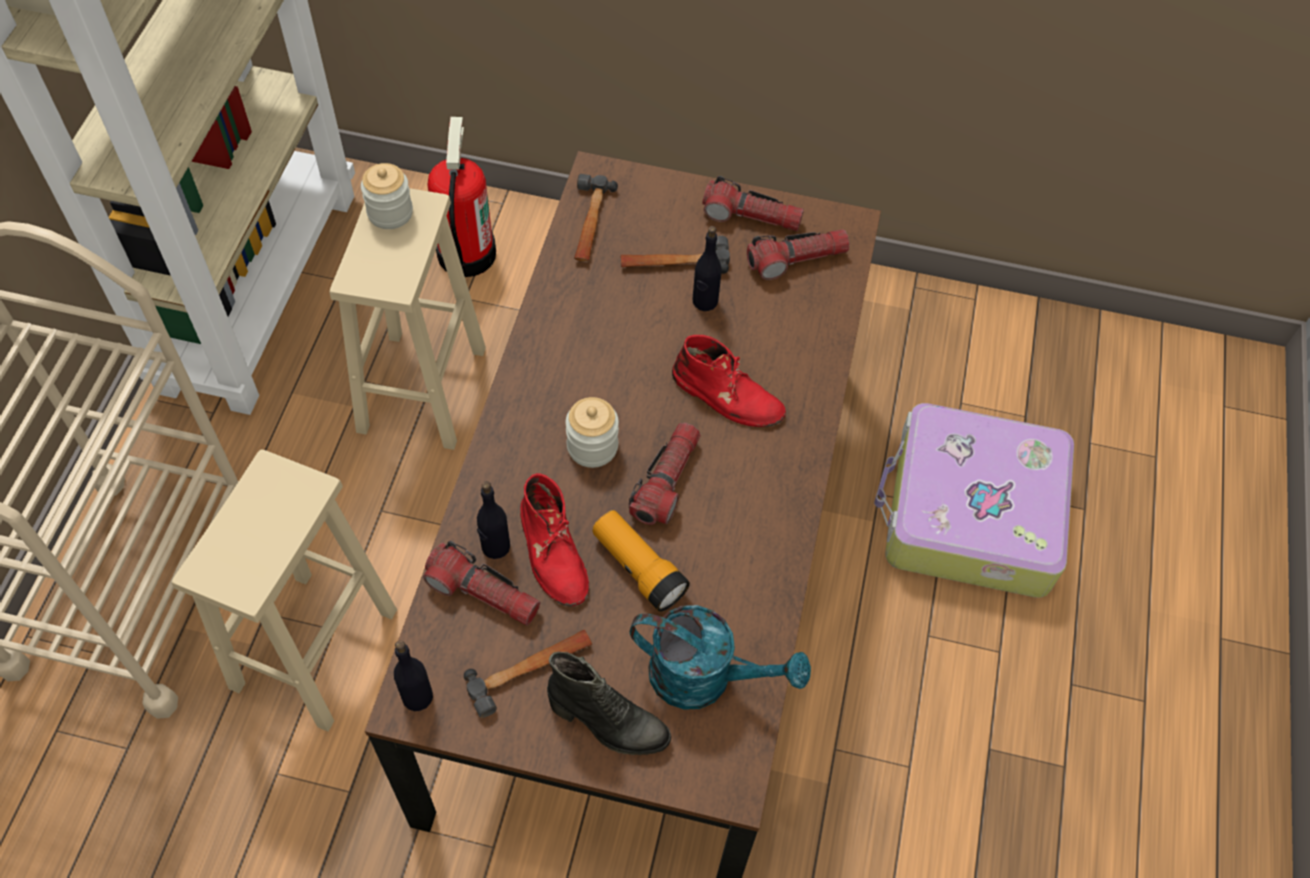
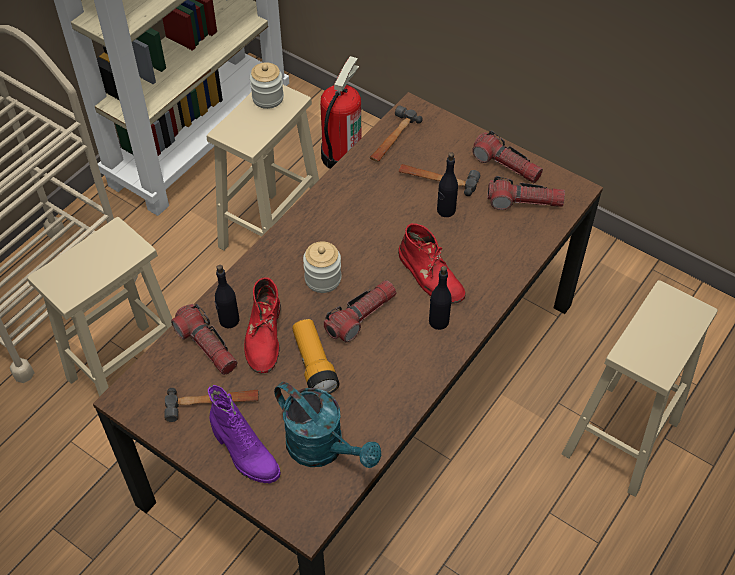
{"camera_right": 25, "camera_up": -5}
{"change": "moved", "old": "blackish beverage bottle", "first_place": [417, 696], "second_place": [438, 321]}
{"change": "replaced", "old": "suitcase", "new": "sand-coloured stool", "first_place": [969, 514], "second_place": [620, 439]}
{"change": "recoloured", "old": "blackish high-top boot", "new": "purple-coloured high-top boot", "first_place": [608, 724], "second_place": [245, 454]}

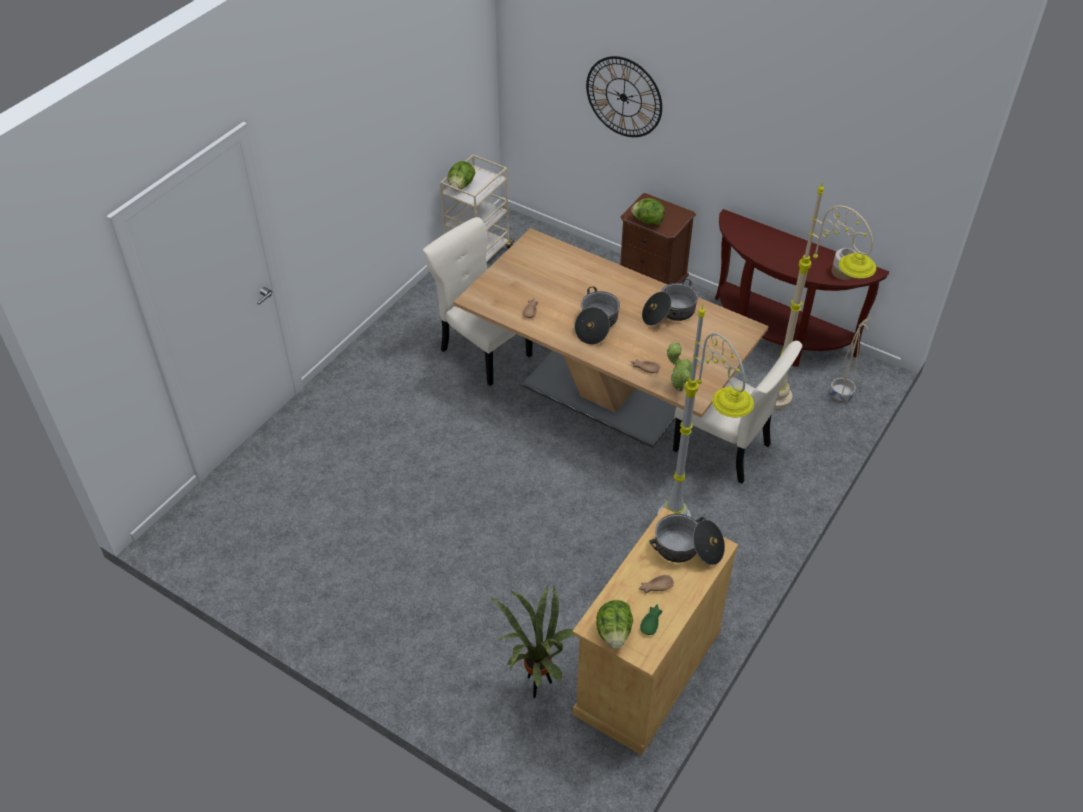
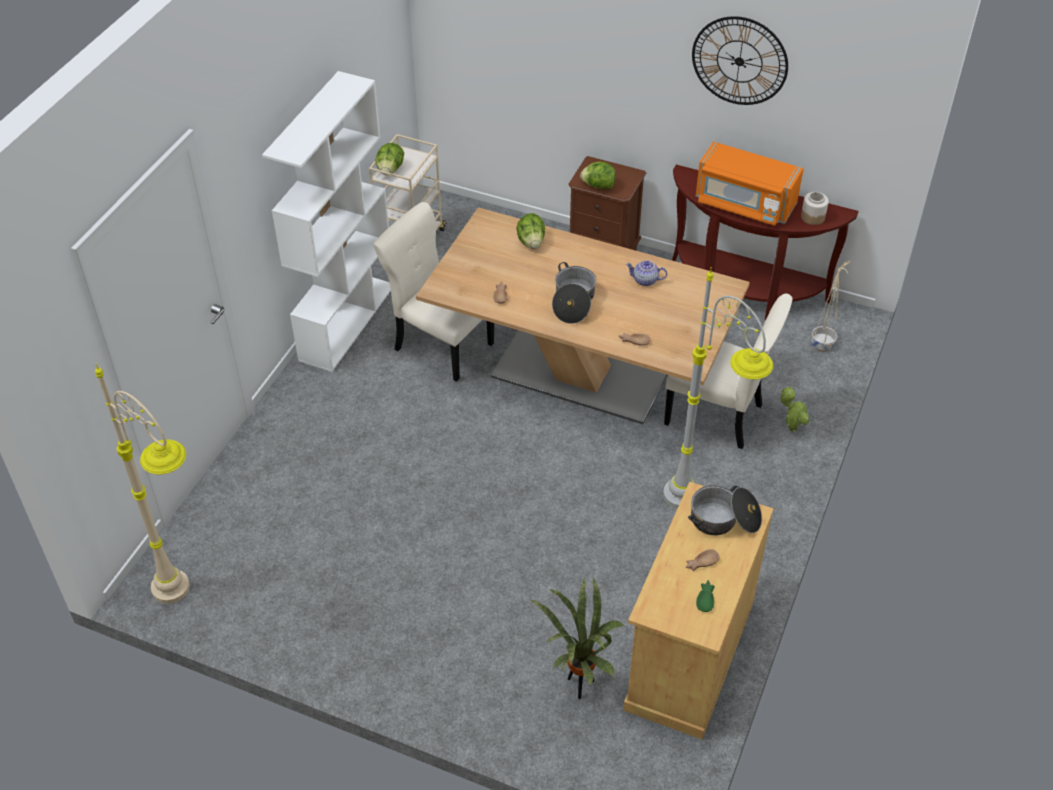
{"camera_right": -10, "camera_up": 0}
{"change": "added", "new": "whitish bookshelf", "second_place": [347, 321]}
{"change": "added", "new": "orangey kitchen microwave", "second_place": [744, 204]}
{"change": "moved", "old": "clock on the wall", "first_place": [624, 97], "second_place": [739, 61]}
{"change": "moved", "old": "lettuce head", "first_place": [614, 633], "second_place": [531, 242]}
{"change": "moved", "old": "houseplant", "first_place": [678, 387], "second_place": [791, 428]}
{"change": "moved", "old": "sand-coloured floor lamp", "first_place": [796, 412], "second_place": [192, 605]}
{"change": "replaced", "old": "cooking pot", "new": "teapot", "first_place": [669, 313], "second_place": [645, 280]}

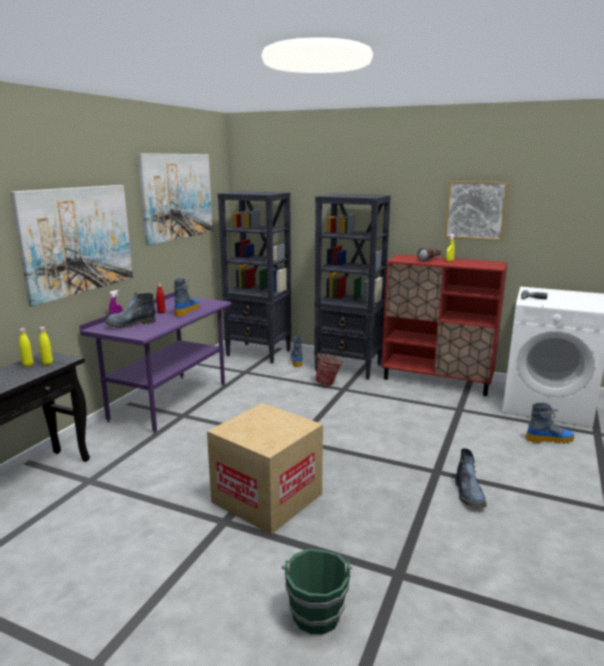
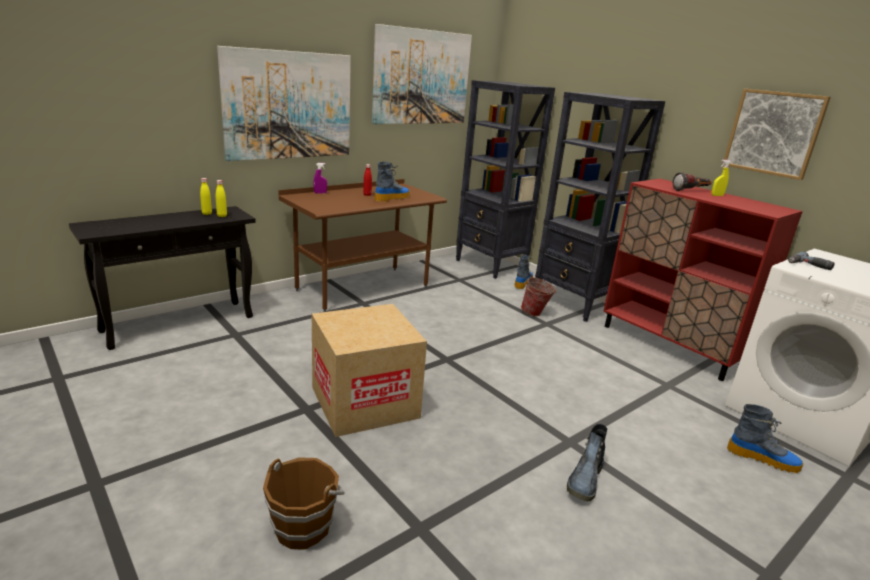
{"camera_right": 25, "camera_up": 5}
{"change": "removed", "old": "high-top boot", "first_place": [130, 324]}
{"change": "recoloured", "old": "purple-coloured desk", "new": "brown desk", "first_place": [169, 402], "second_place": [362, 288]}
{"change": "recoloured", "old": "green water bucket", "new": "brown water bucket", "first_place": [316, 613], "second_place": [303, 526]}

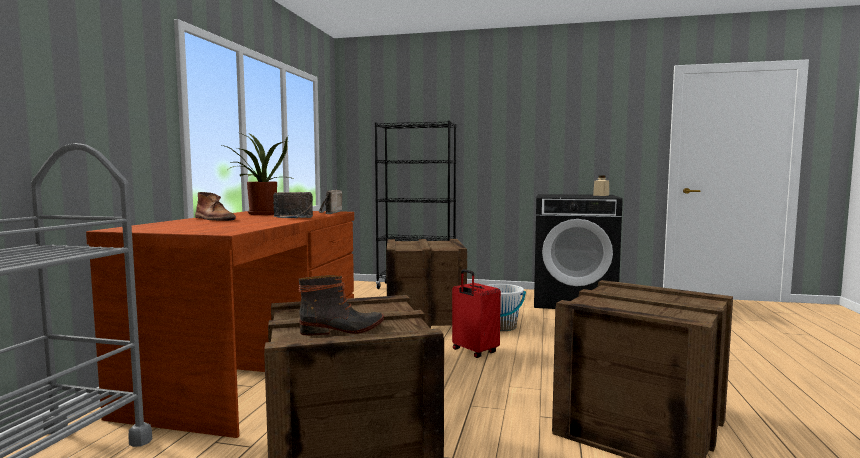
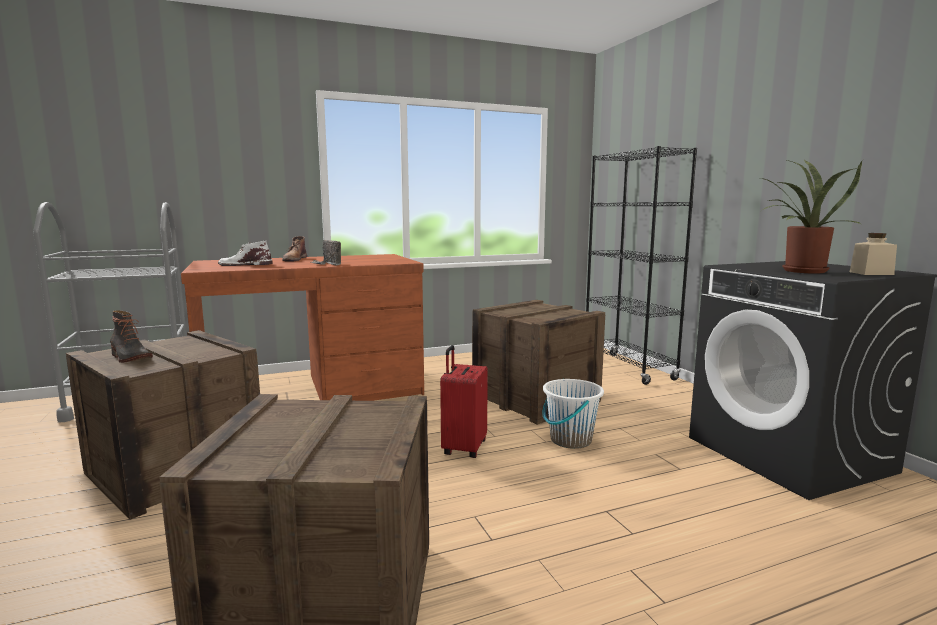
{"camera_right": 55, "camera_up": 5}
{"change": "removed", "old": "radio", "first_place": [328, 213]}
{"change": "added", "new": "whitish high-top boot", "second_place": [245, 265]}
{"change": "moved", "old": "houseplant", "first_place": [260, 214], "second_place": [800, 271]}

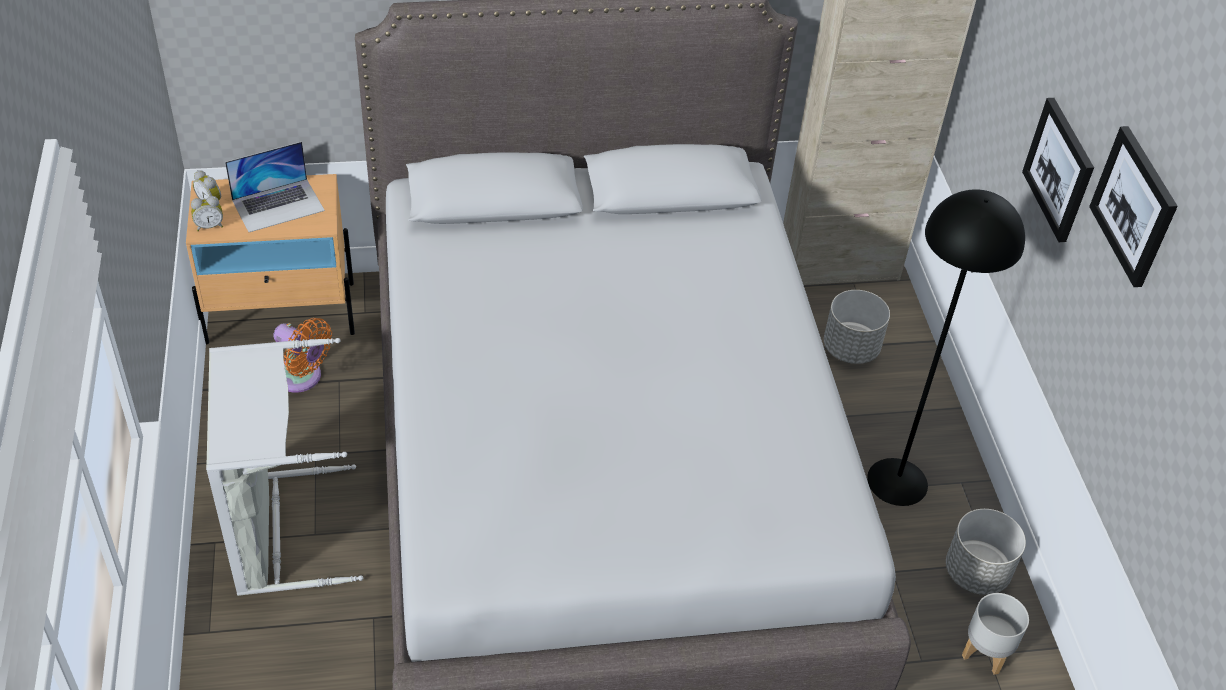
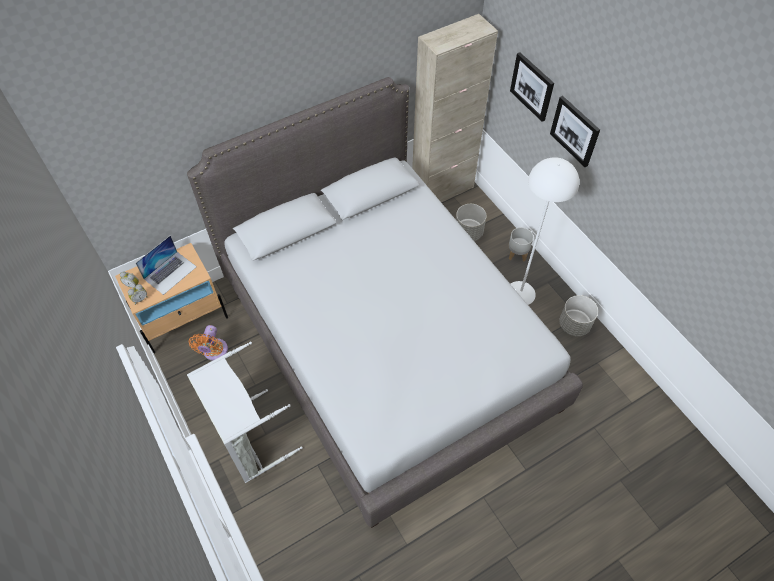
{"camera_right": -20, "camera_up": 10}
{"change": "moved", "old": "greyish planter", "first_place": [985, 653], "second_place": [517, 254]}
{"change": "moved", "old": "picture", "first_place": [1135, 206], "second_place": [532, 86]}
{"change": "recoloured", "old": "blackish floor lamp", "new": "whitish floor lamp", "first_place": [898, 481], "second_place": [520, 293]}
{"change": "turned", "old": "orangey fan", "first_place": [302, 378], "second_place": [214, 352], "degrees": 90}

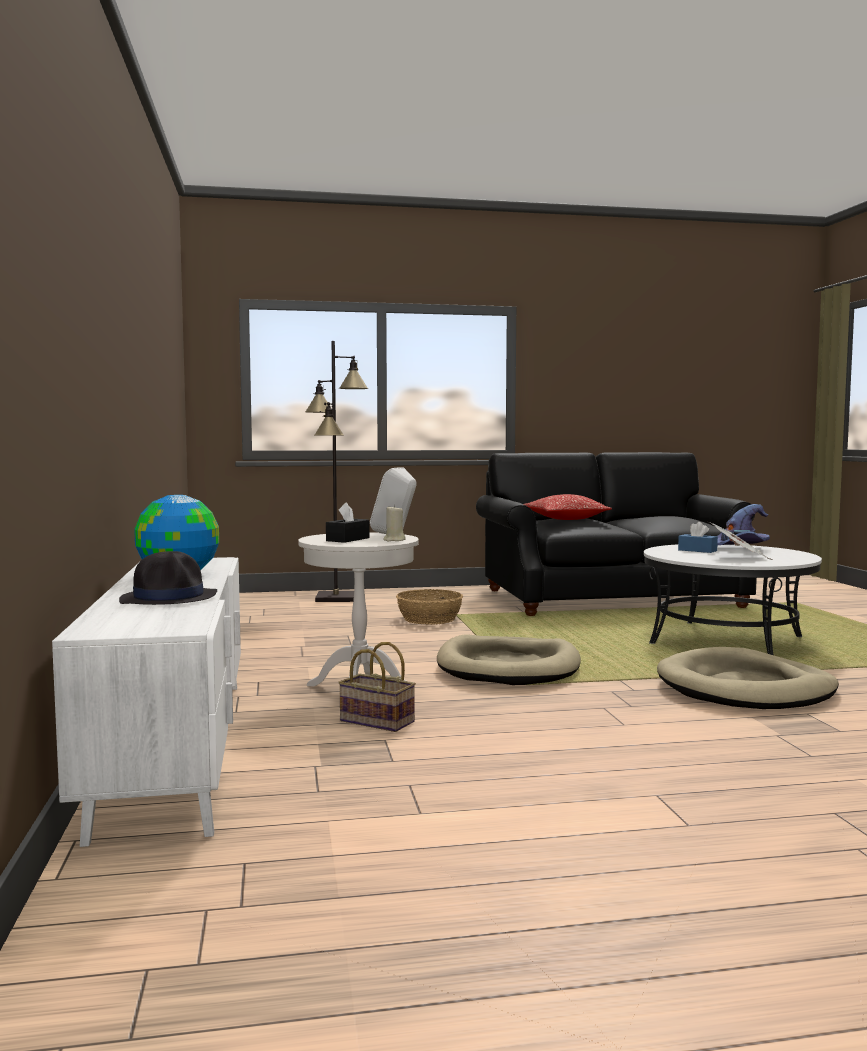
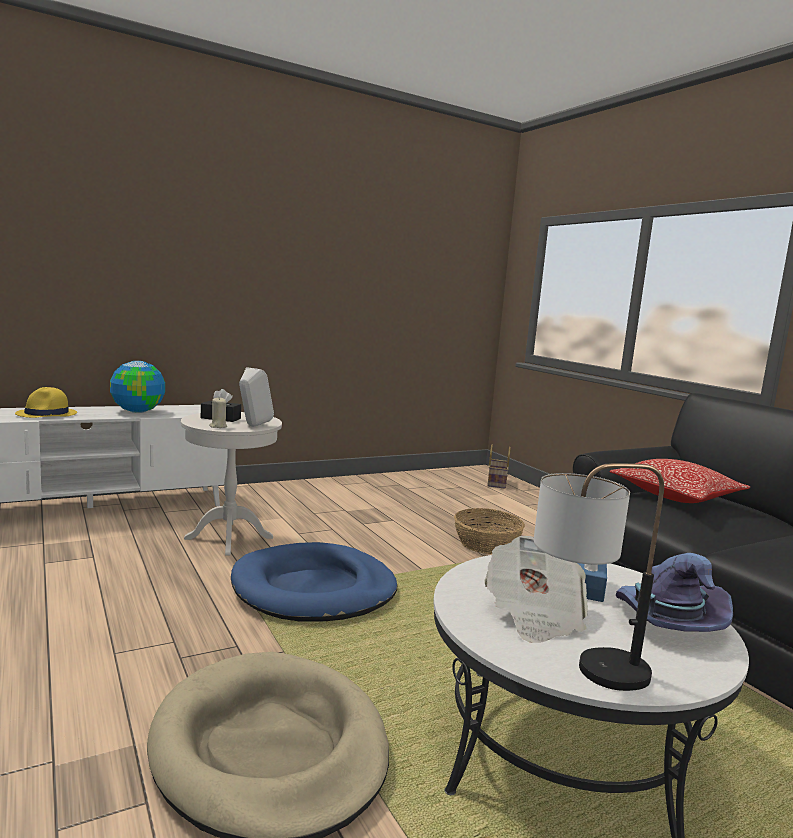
{"camera_right": 70, "camera_up": 5}
{"change": "removed", "old": "blackish floor lamp", "first_place": [336, 598]}
{"change": "added", "new": "table lamp", "second_place": [582, 673]}
{"change": "moved", "old": "storage basket", "first_place": [374, 721], "second_place": [496, 482]}
{"change": "recoloured", "old": "blackish wearable hat", "new": "yellow wearable hat", "first_place": [169, 598], "second_place": [47, 414]}
{"change": "recoloured", "old": "sand-coloured dog bed", "new": "bluish dog bed", "first_place": [508, 667], "second_place": [314, 589]}

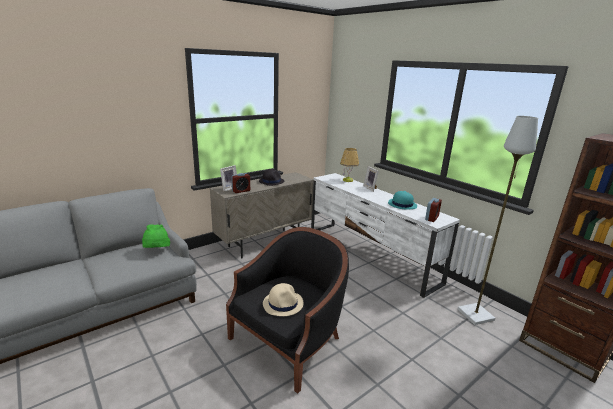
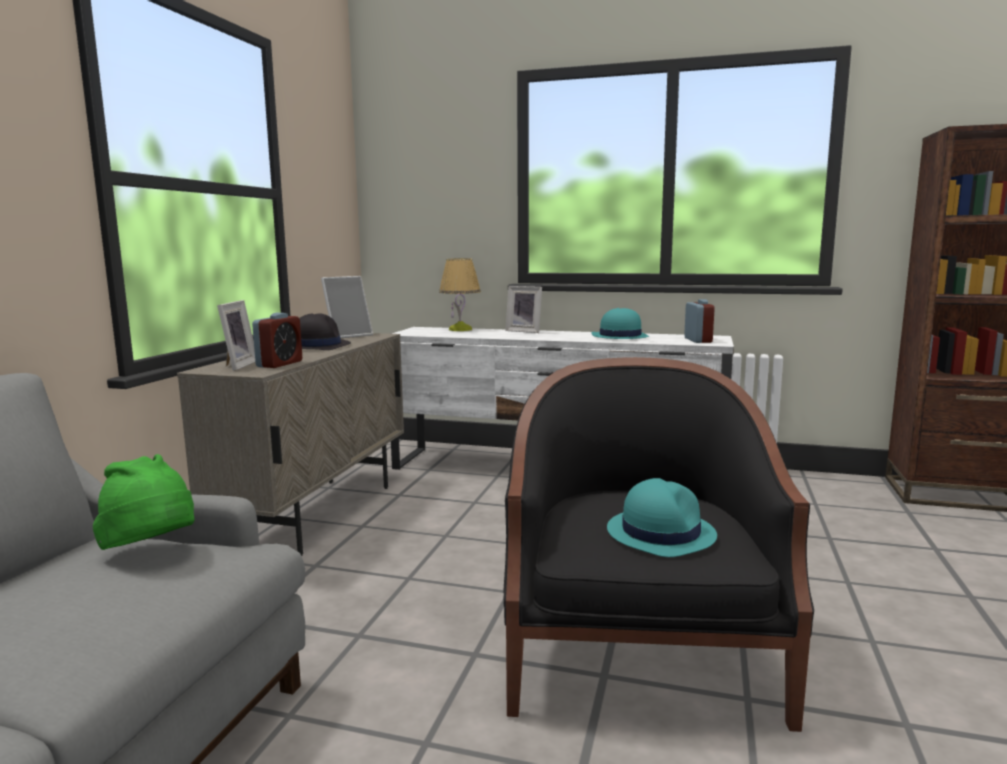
{"camera_right": -35, "camera_up": -10}
{"change": "removed", "old": "greyish floor lamp", "first_place": [476, 315]}
{"change": "added", "new": "standing frame", "second_place": [348, 335]}
{"change": "recoloured", "old": "sand-coloured wearable hat", "new": "turquoise wearable hat", "first_place": [283, 303], "second_place": [660, 532]}

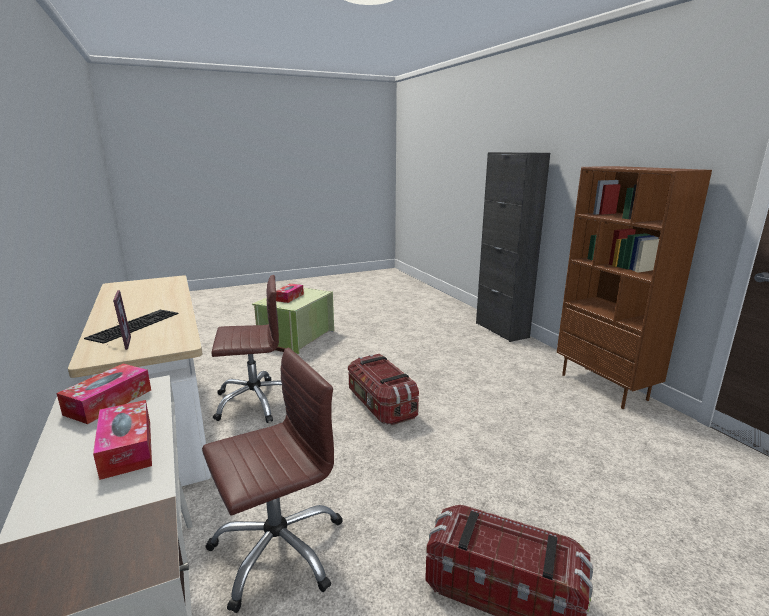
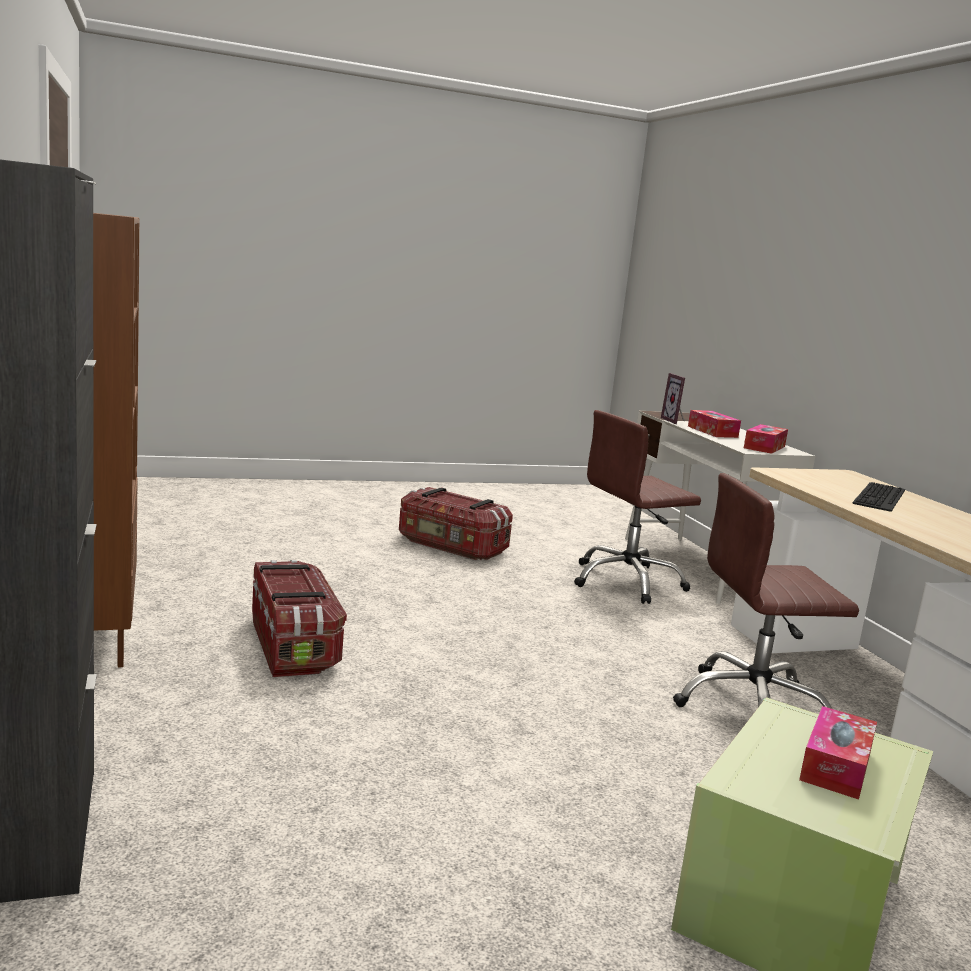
{"camera_right": -175, "camera_up": -5}
{"change": "moved", "old": "standing frame", "first_place": [118, 344], "second_place": [675, 421]}
{"change": "moved", "old": "storage container", "first_place": [381, 405], "second_place": [293, 646]}

